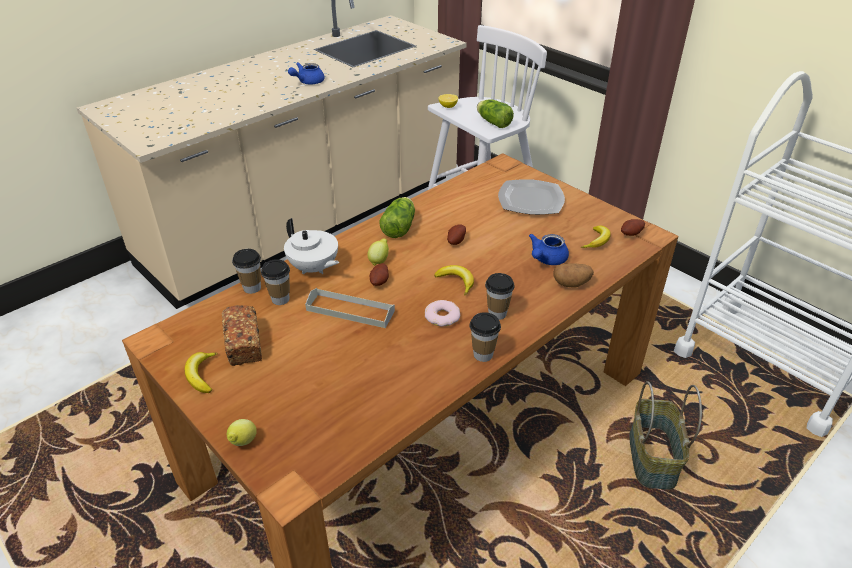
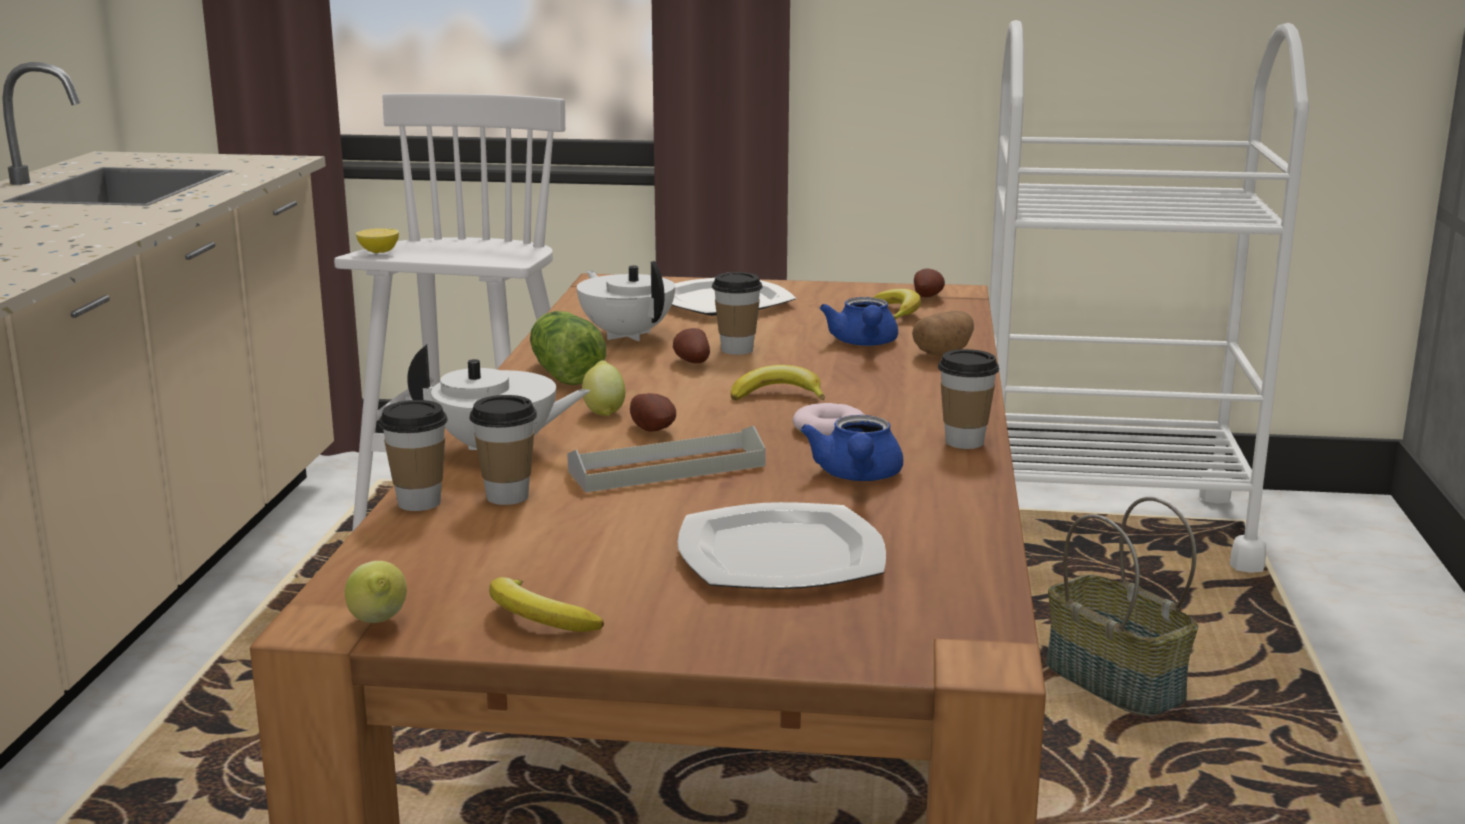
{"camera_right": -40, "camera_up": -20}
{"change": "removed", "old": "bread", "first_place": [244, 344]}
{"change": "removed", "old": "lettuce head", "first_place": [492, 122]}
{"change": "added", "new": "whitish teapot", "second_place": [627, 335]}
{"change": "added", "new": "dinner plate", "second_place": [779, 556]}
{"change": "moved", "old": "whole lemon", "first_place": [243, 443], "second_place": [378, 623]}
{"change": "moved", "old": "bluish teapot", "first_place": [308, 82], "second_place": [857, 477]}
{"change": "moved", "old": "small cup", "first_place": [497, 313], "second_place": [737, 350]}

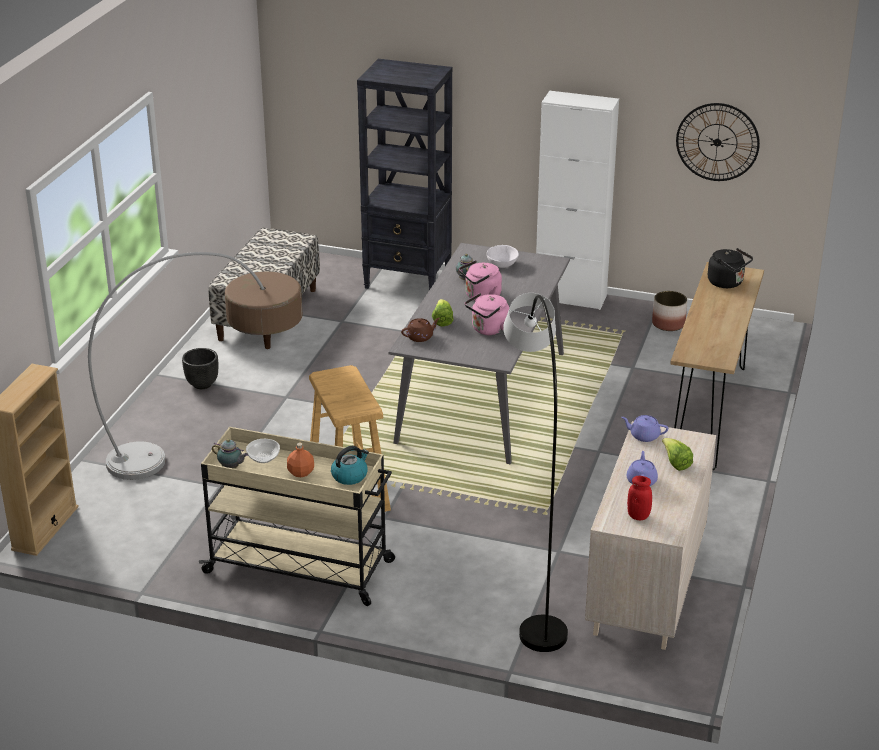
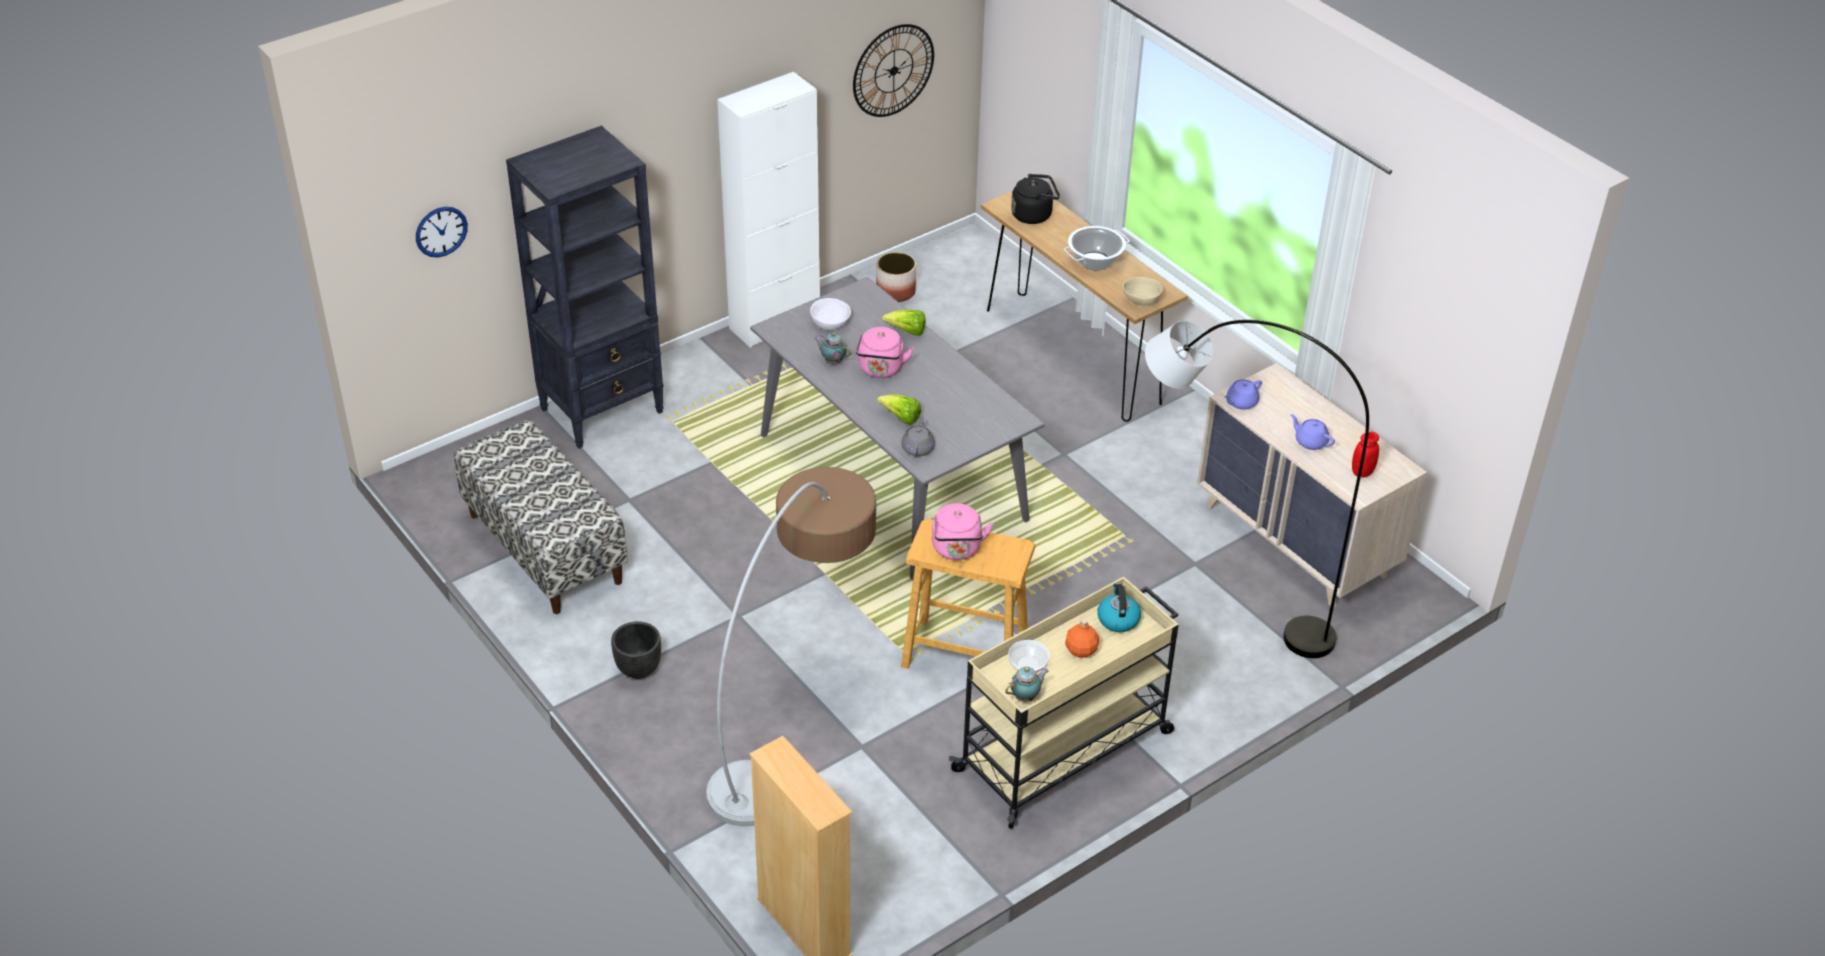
{"camera_right": -55, "camera_up": 10}
{"change": "added", "new": "clock on the wall", "second_place": [441, 231]}
{"change": "added", "new": "cooking pot", "second_place": [1095, 261]}
{"change": "added", "new": "sand-coloured deep dish", "second_place": [1142, 300]}
{"change": "moved", "old": "pinkish kettle", "first_place": [488, 330], "second_place": [957, 550]}
{"change": "moved", "old": "lettuce head", "first_place": [675, 463], "second_place": [907, 331]}
{"change": "recoloured", "old": "brown teapot", "new": "greyish teapot", "first_place": [420, 337], "second_place": [918, 448]}

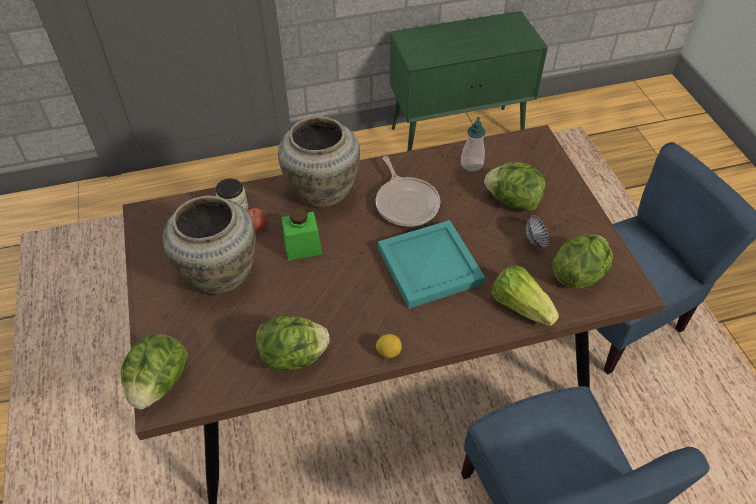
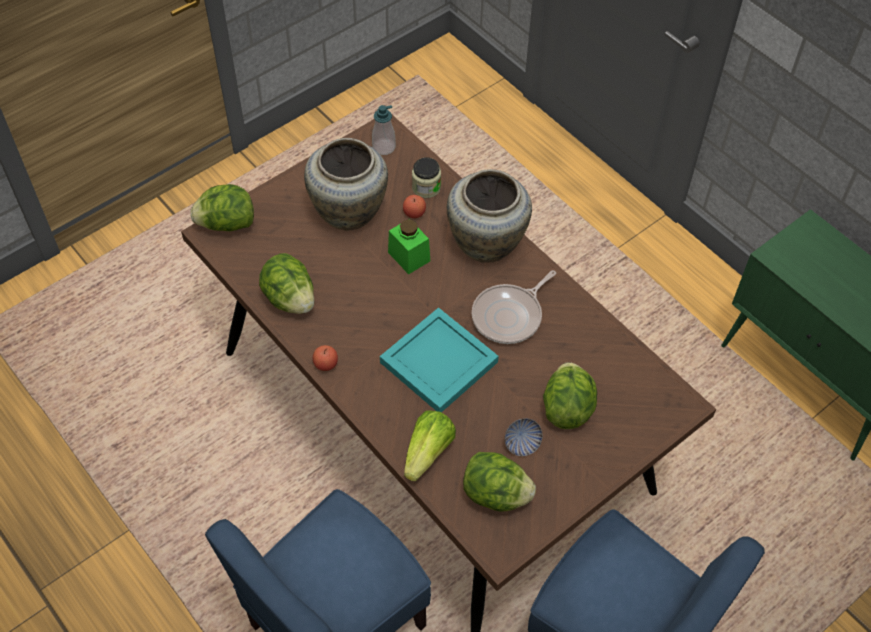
{"camera_right": 65, "camera_up": 5}
{"change": "moved", "old": "soap bottle", "first_place": [471, 164], "second_place": [384, 147]}
{"change": "replaced", "old": "whole lemon", "new": "apple fruit", "first_place": [388, 352], "second_place": [326, 364]}

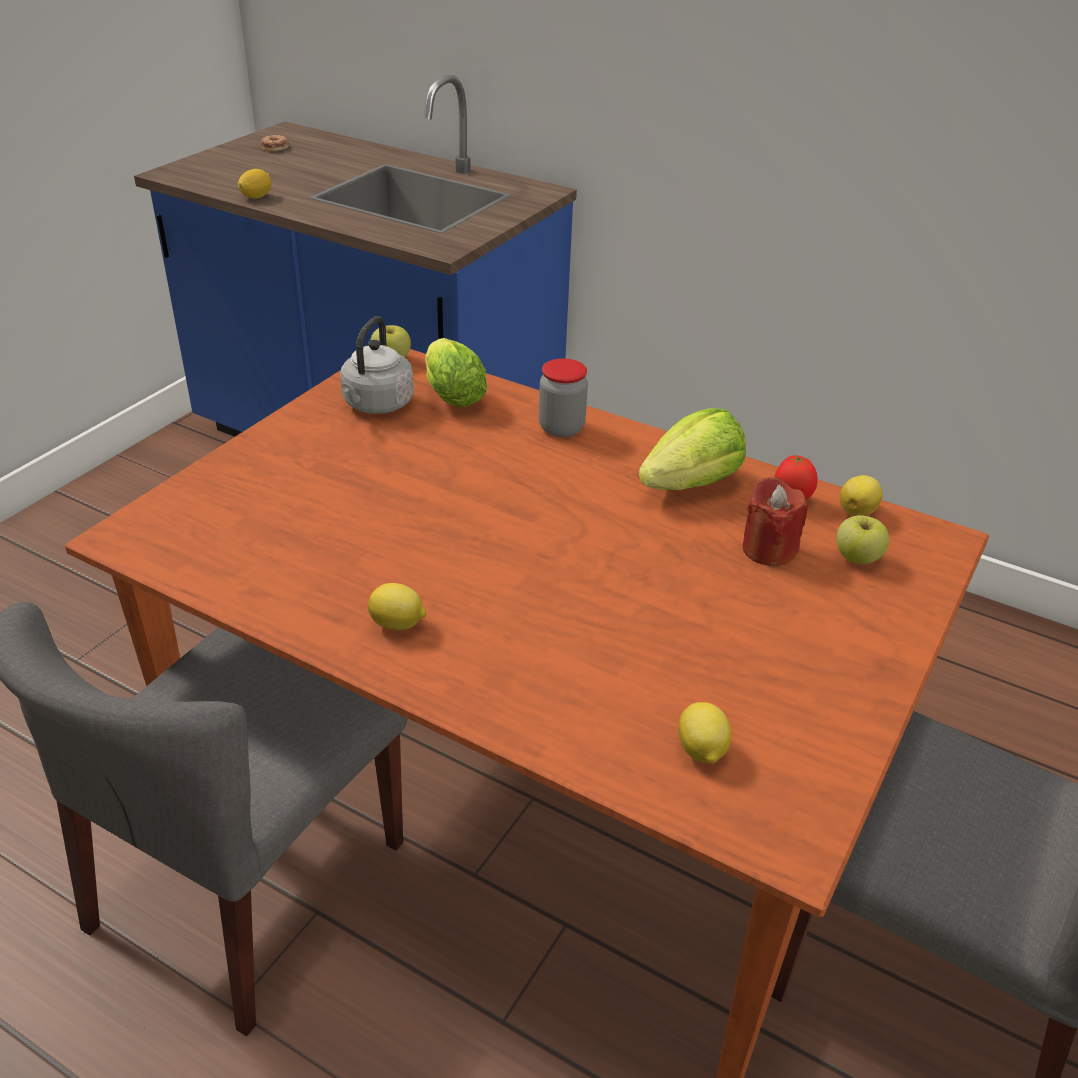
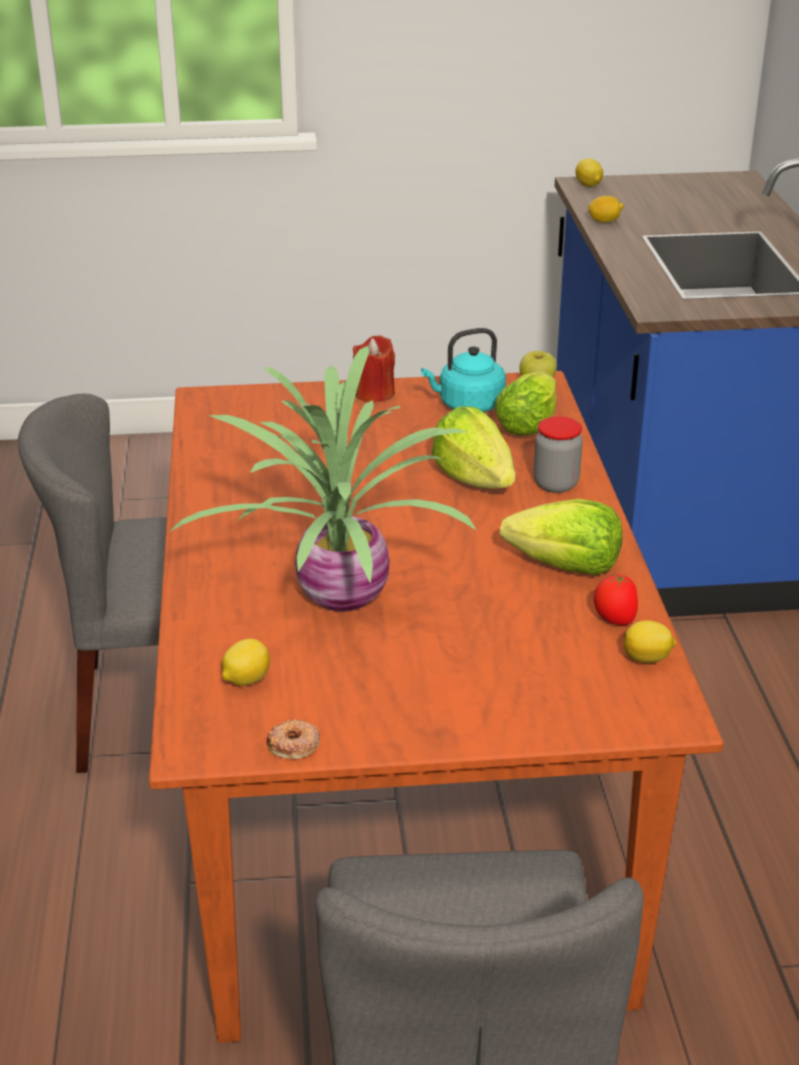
{"camera_right": 55, "camera_up": -5}
{"change": "removed", "old": "apple fruit", "first_place": [857, 557]}
{"change": "added", "new": "houseplant", "second_place": [337, 595]}
{"change": "added", "new": "lettuce head", "second_place": [474, 479]}
{"change": "moved", "old": "doughnut", "first_place": [275, 147], "second_place": [294, 744]}
{"change": "moved", "old": "whole lemon", "first_place": [398, 625], "second_place": [588, 185]}
{"change": "moved", "old": "red-coloured wax candle", "first_place": [768, 549], "second_place": [374, 393]}
{"change": "recoloured", "old": "greyish kettle", "new": "turquoise kettle", "first_place": [376, 405], "second_place": [467, 405]}

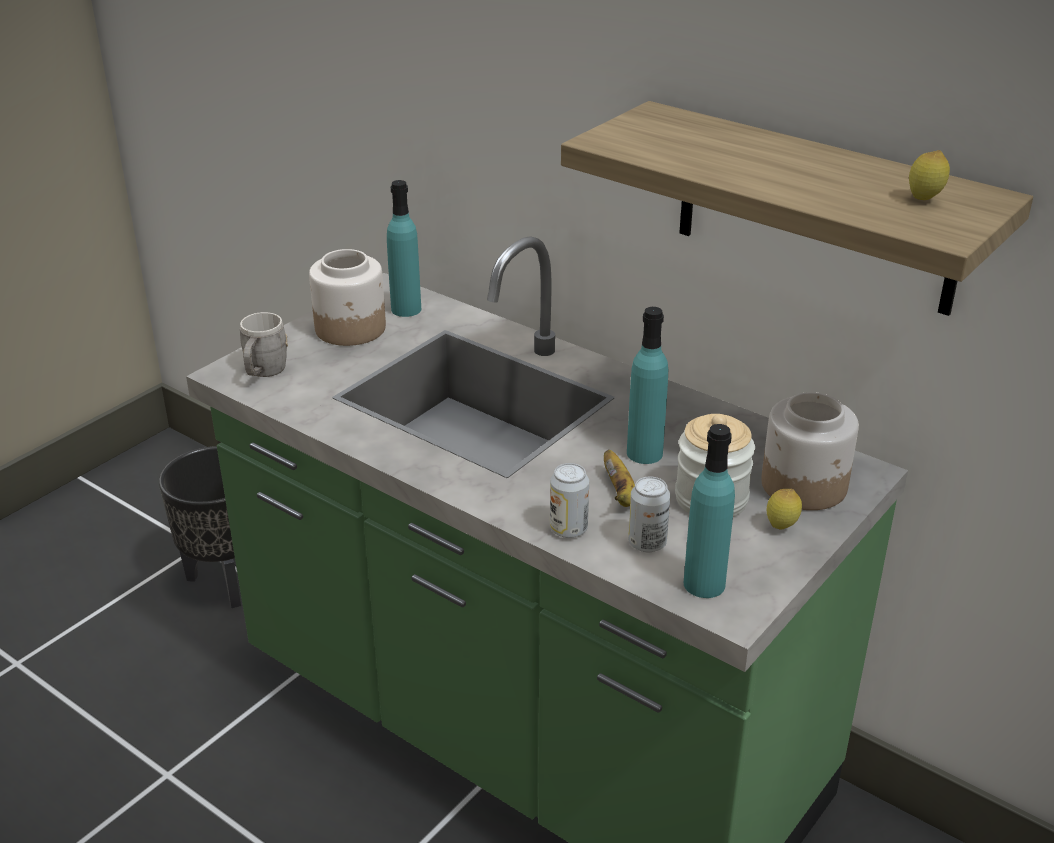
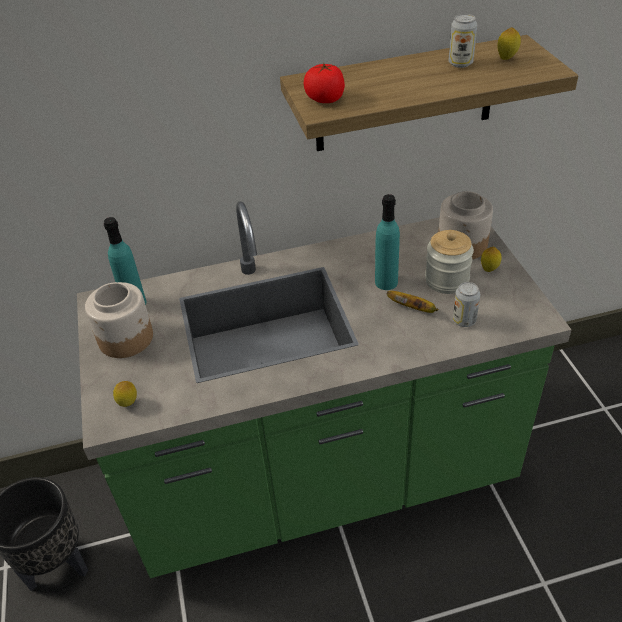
{"camera_right": -50, "camera_up": 10}
{"change": "removed", "old": "turquoise beverage bottle", "first_place": [704, 584]}
{"change": "added", "new": "whole tomato", "second_place": [325, 99]}
{"change": "moved", "old": "metal can", "first_place": [568, 529], "second_place": [460, 63]}
{"change": "replaced", "old": "greyish mug", "new": "whole lemon", "first_place": [263, 373], "second_place": [128, 404]}

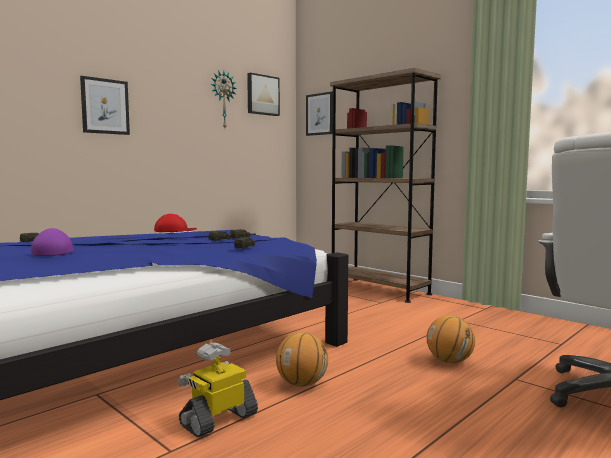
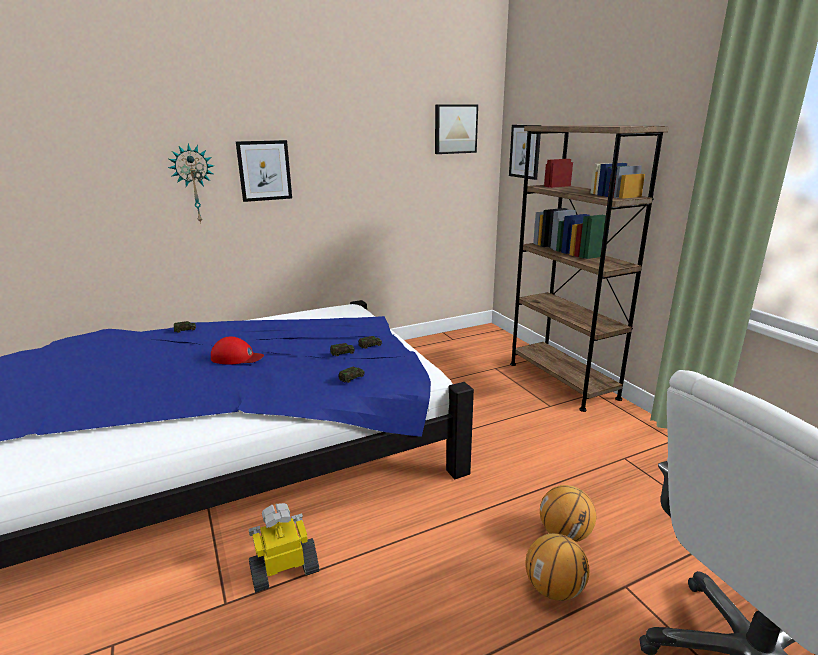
{"camera_right": 20, "camera_up": 15}
{"change": "removed", "old": "purple-coloured peaked cap", "first_place": [53, 251]}
{"change": "moved", "old": "red-coloured peaked cap", "first_place": [174, 230], "second_place": [236, 357]}
{"change": "moved", "old": "clock on the wall", "first_place": [222, 100], "second_place": [194, 184]}
{"change": "moved", "old": "ball for basketball", "first_place": [302, 384], "second_place": [554, 588]}

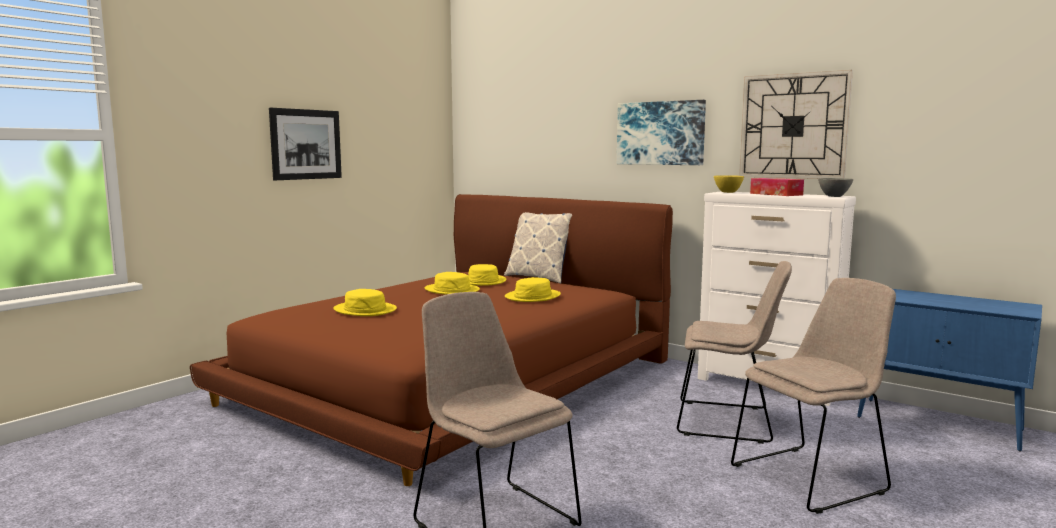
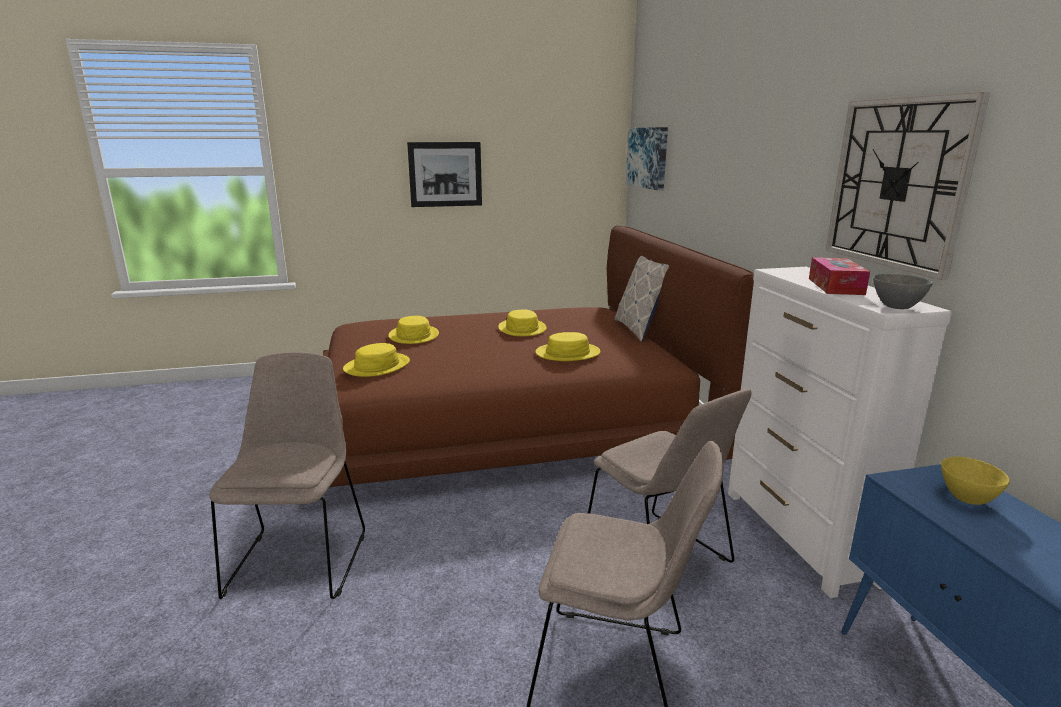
{"camera_right": 40, "camera_up": 10}
{"change": "moved", "old": "yellow wearable hat", "first_place": [483, 281], "second_place": [377, 366]}
{"change": "moved", "old": "picture", "first_place": [660, 133], "second_place": [648, 157]}
{"change": "moved", "old": "yellow deep dish", "first_place": [727, 192], "second_place": [966, 498]}

